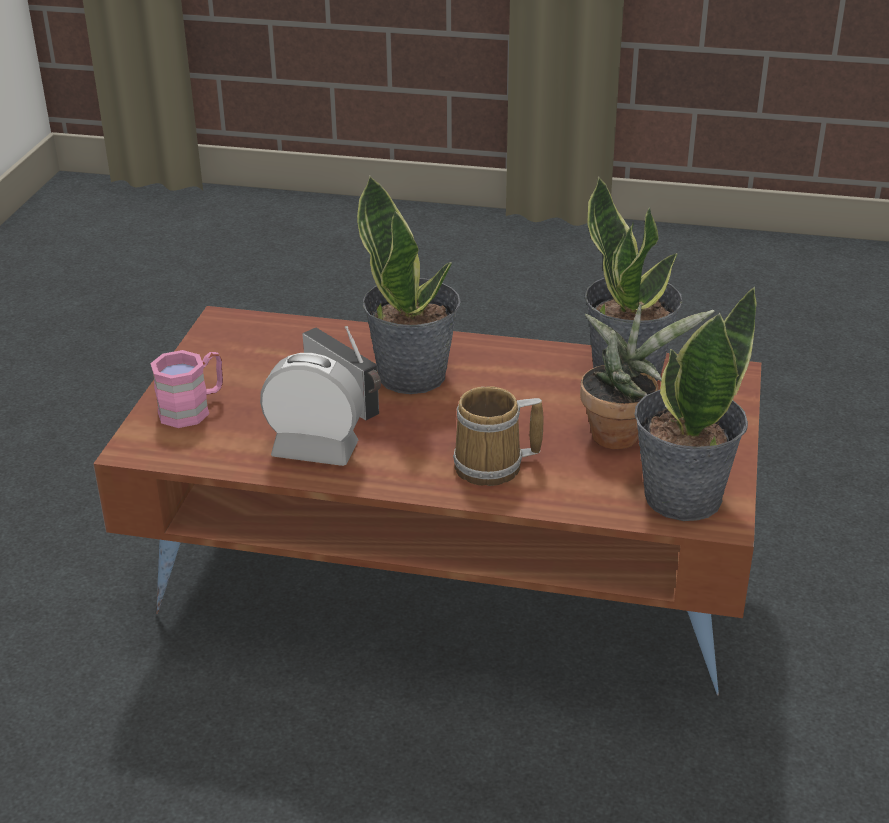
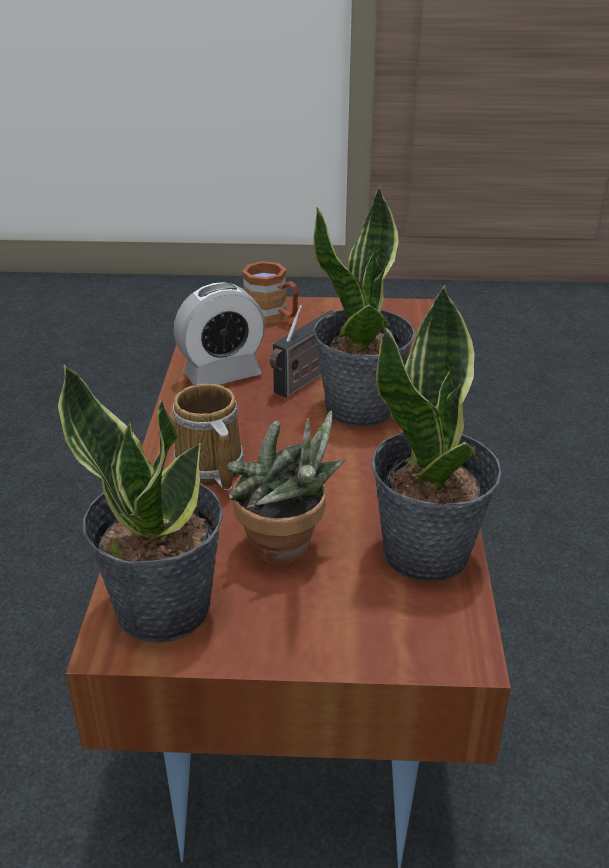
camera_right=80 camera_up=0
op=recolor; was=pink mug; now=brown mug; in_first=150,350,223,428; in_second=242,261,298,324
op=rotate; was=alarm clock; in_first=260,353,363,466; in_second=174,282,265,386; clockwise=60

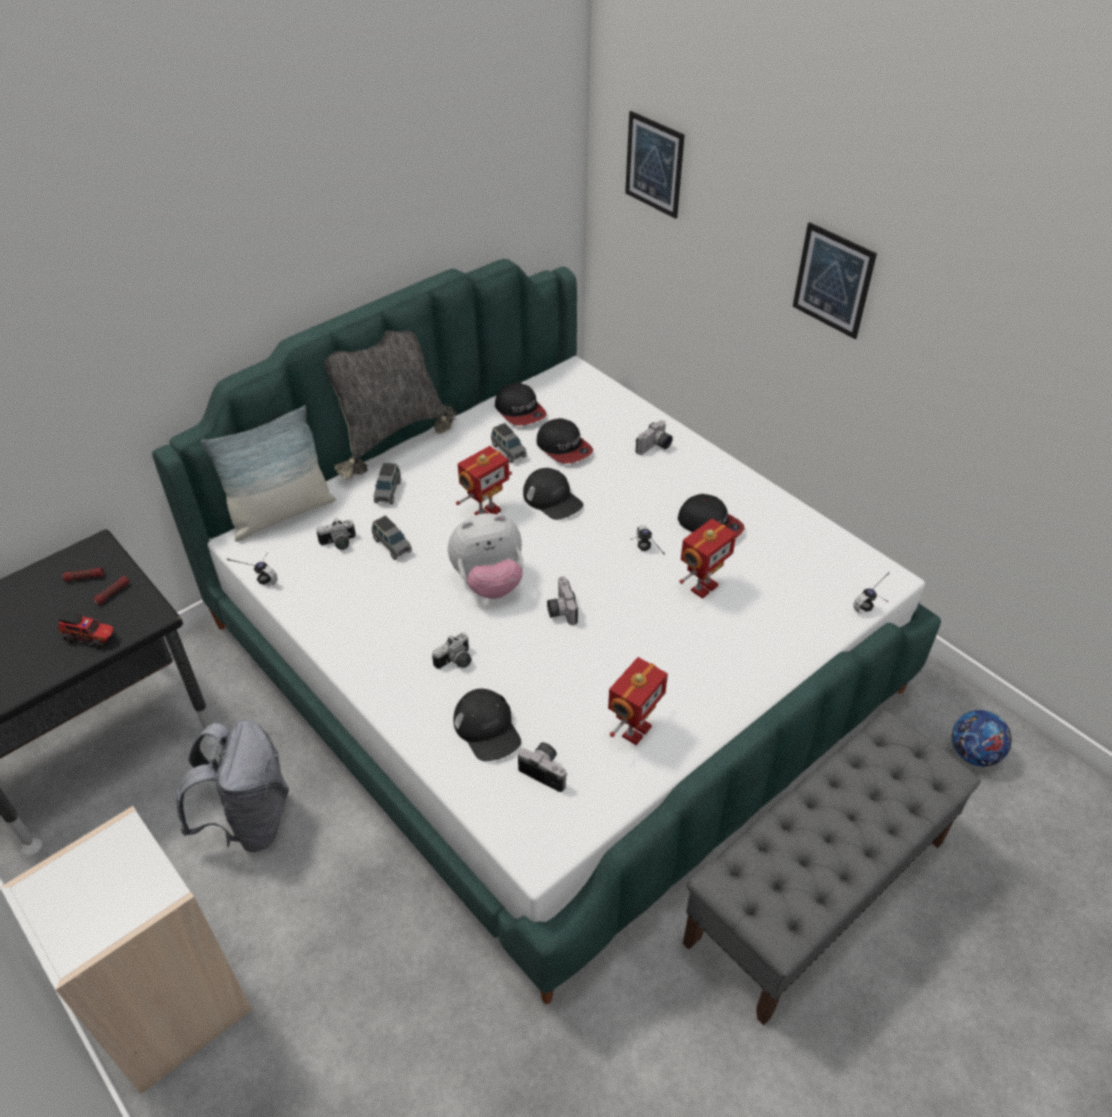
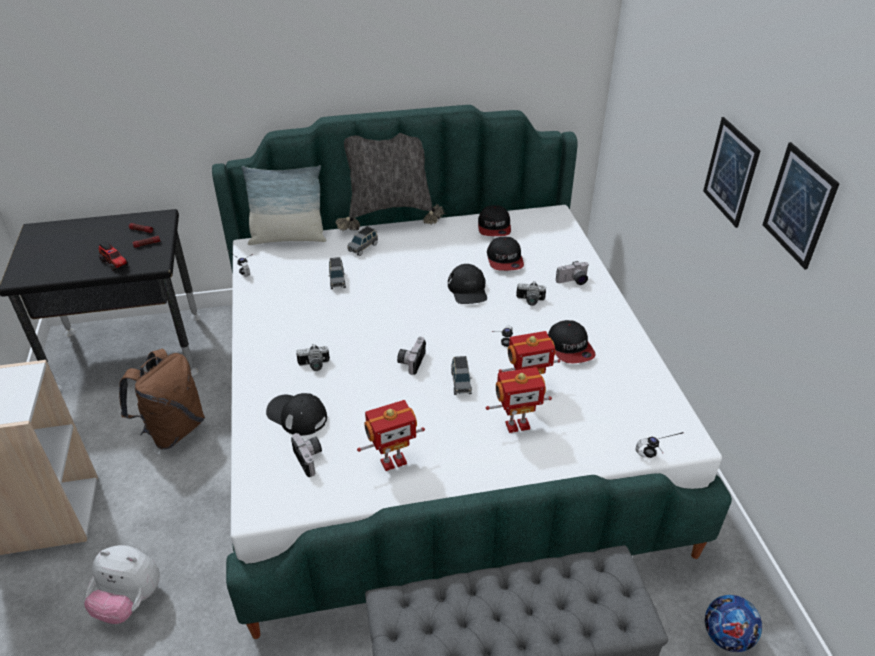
camera_right=30 camera_up=-5
op=move; was=picture; in_first=625,111,685,219; in_second=763,142,840,269
op=move; was=grey toy car; in_first=491,423,527,463; in_second=451,356,472,395
op=move; was=toy robot; in_first=456,446,512,515; in_second=486,367,552,433
op=move; was=plush toy; in_first=448,513,523,599; in_second=84,545,160,624
op=move; was=photo camera; in_first=317,518,356,550; in_second=516,281,546,306
op=rotate; was=black cap; in_first=453,689,521,761; in_second=266,393,327,436; clockwise=120
op=recolor; was=grey backpack; now=brown backpack; in_first=176,720,289,852; in_second=119,348,205,449

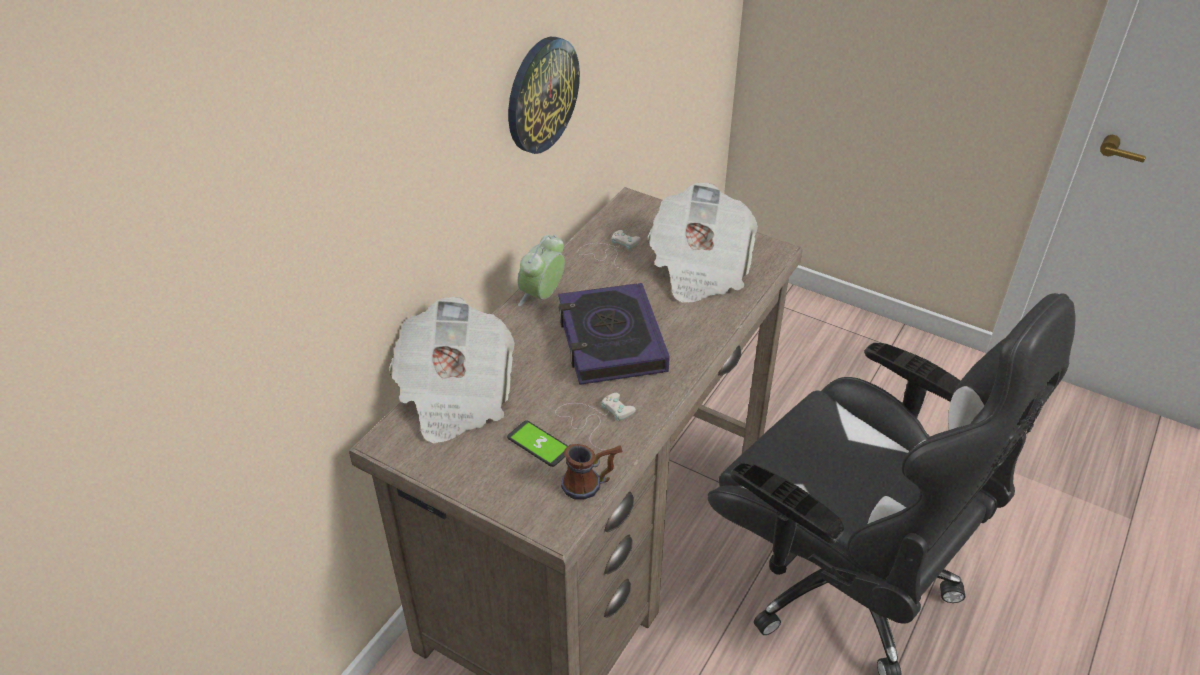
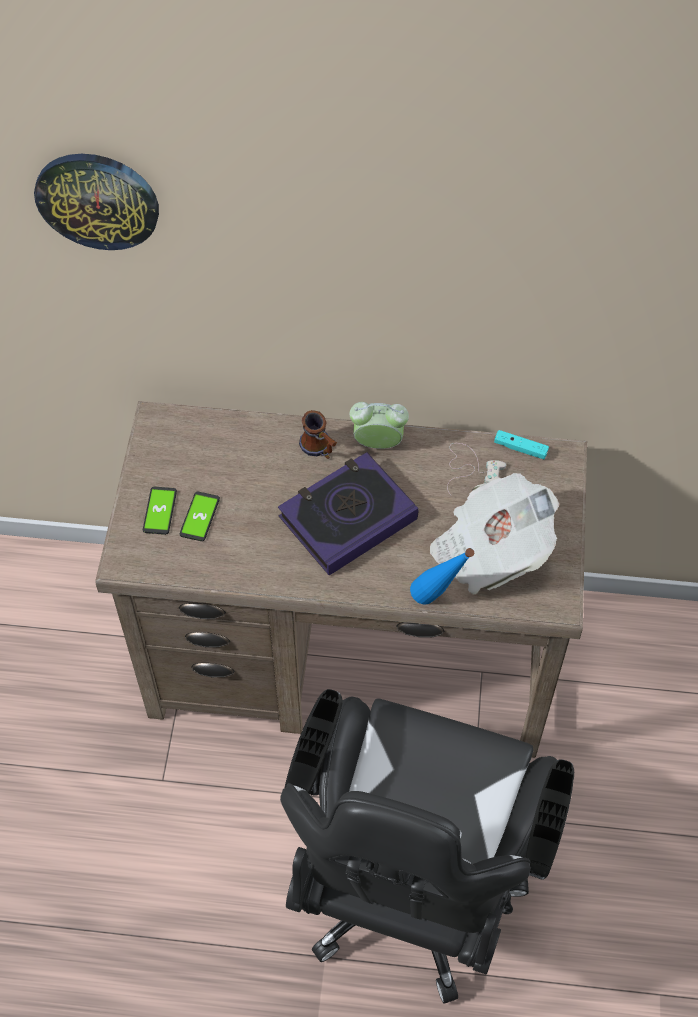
camera_right=65 camera_up=15
op=move; was=wall clock; in_first=508,37,580,154; in_second=34,154,159,250
op=delete; was=newspaper; in_first=389,297,515,443
op=delete; was=white game controller; in_first=555,393,636,450
op=move; was=mug; in_first=561,444,622,500; in_second=299,410,337,459
op=insert; now=turquoise game controller; in_second=494,430,549,459
op=insert; now=phone; in_second=143,487,177,535
op=insert; now=blue bottle; in_second=410,548,474,605

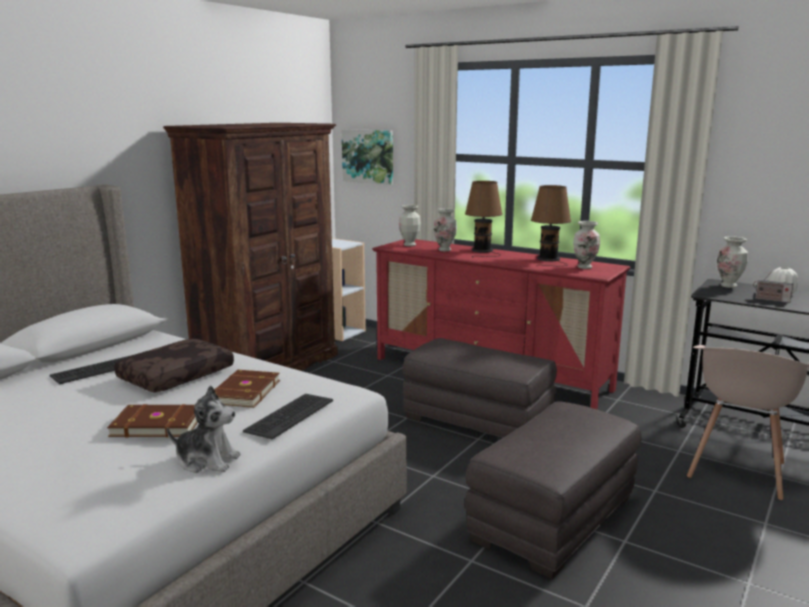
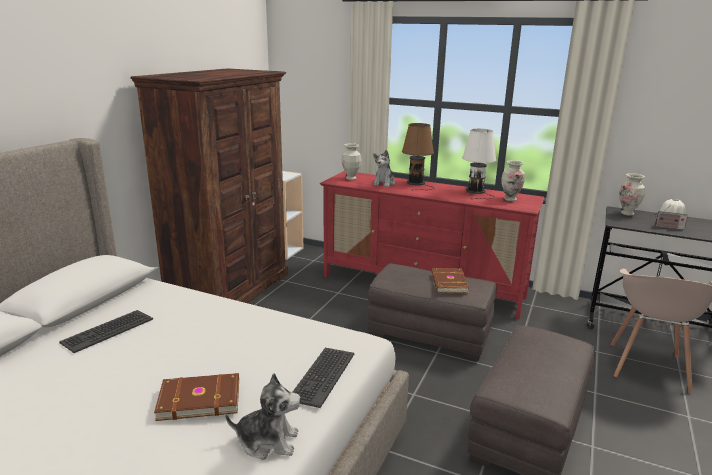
camera_right=-10 camera_up=5
op=delete; was=picture; in_first=342,129,393,185
op=recolor; was=brown table lamp; now=white table lamp; in_first=531,185,571,267; in_second=462,128,496,200
op=replace; was=vase; now=plush toy; in_first=433,208,457,251; in_second=373,150,395,187
op=delete; was=brown pillow; in_first=114,339,234,393
op=move; was=brown book; in_first=214,370,280,408; in_second=431,268,469,293

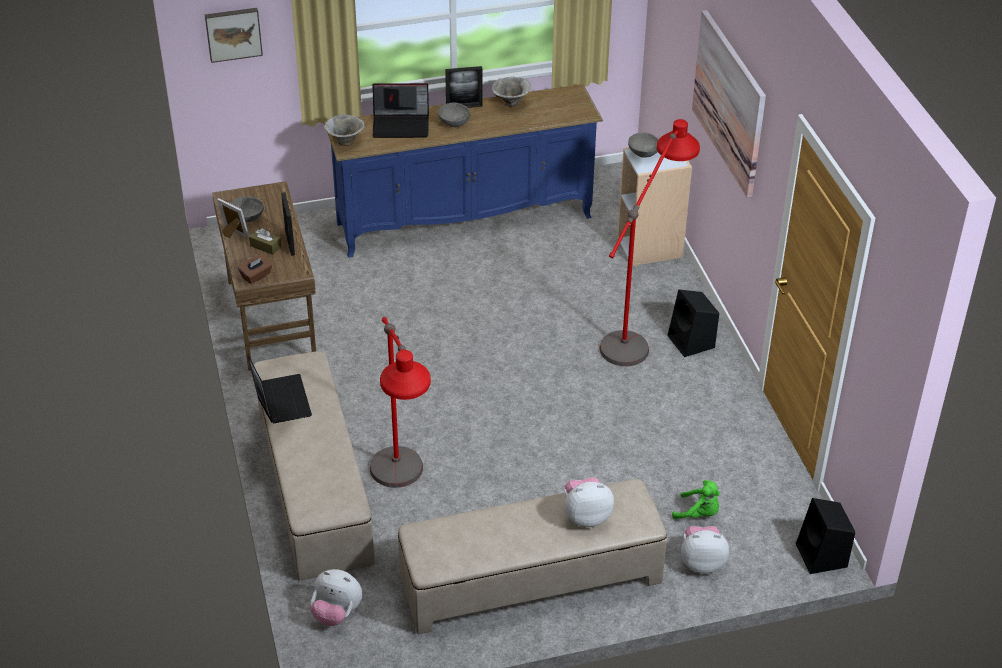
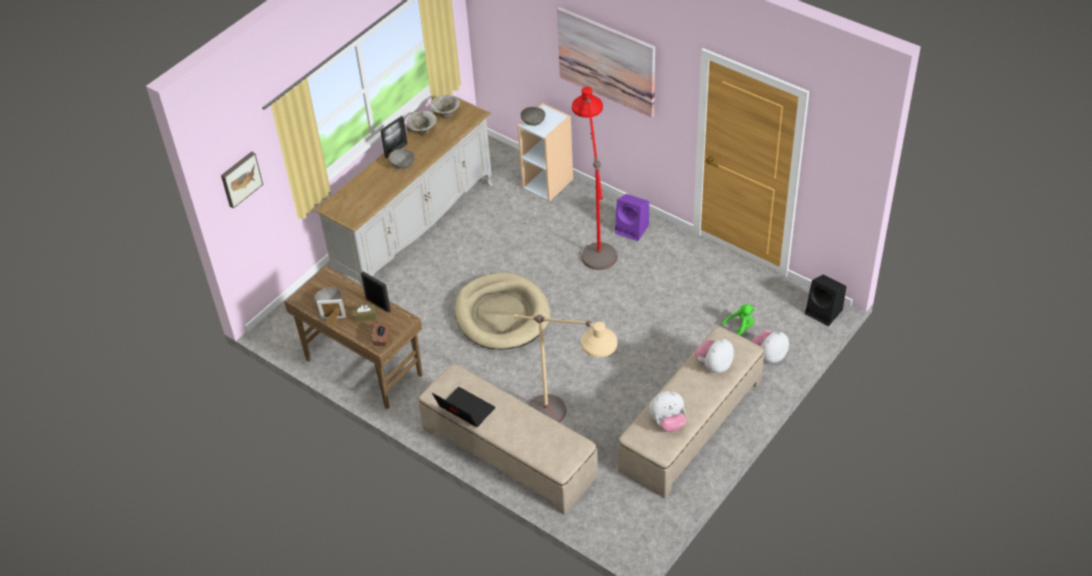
camera_right=-35 camera_up=5
op=delete; was=laptop; in_first=372,83,429,138
op=recolor; was=blue cabinet; now=grey cabinet; in_first=325,84,603,258; in_second=316,95,493,286
op=move; was=bowl; in_first=324,114,365,146; in_second=430,95,460,118
op=recolor; was=black speaker; now=purple speaker; in_first=668,290,719,357; in_second=615,194,649,241
op=recolor; was=red floor lamp; now=beige floor lamp; in_first=370,317,431,488; in_second=514,314,617,423
op=move; was=plush toy; in_first=310,569,362,626; in_second=649,391,686,432
op=insert; now=beige dog bed; in_second=455,273,550,350

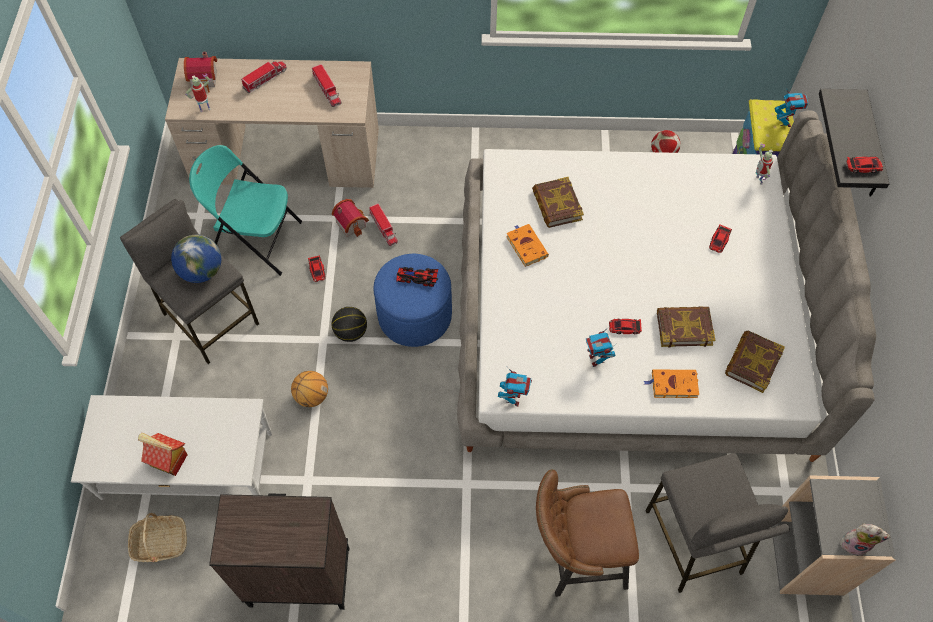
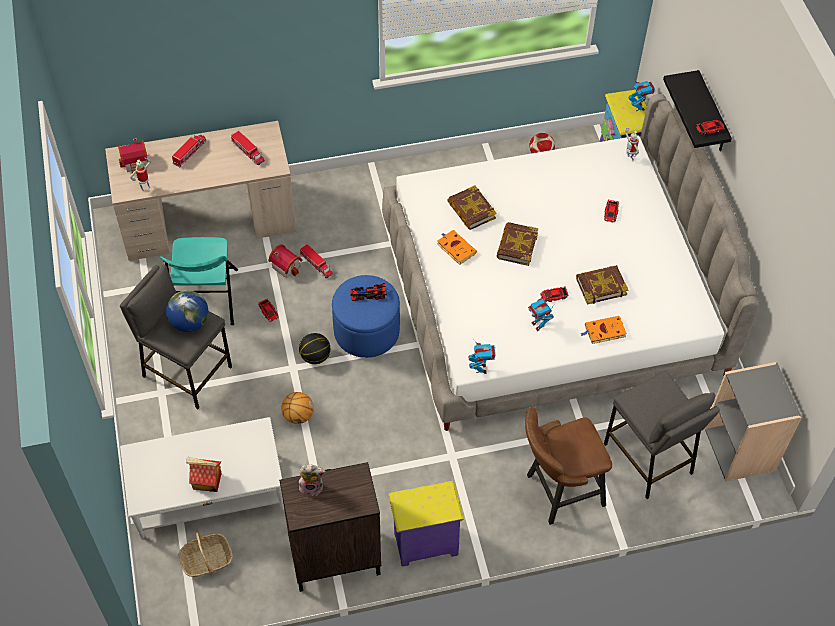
camera_right=-15 camera_up=-5
op=rotate; was=turquoise chair; in_first=189,145,302,276; in_second=160,237,238,325; clockwise=-90
op=move; was=book; in_first=725,330,785,393; in_second=497,222,538,266
op=move; was=plush toy; in_first=839,523,890,556; in_second=298,464,326,496
op=insert; now=nightstand; in_second=388,481,463,566

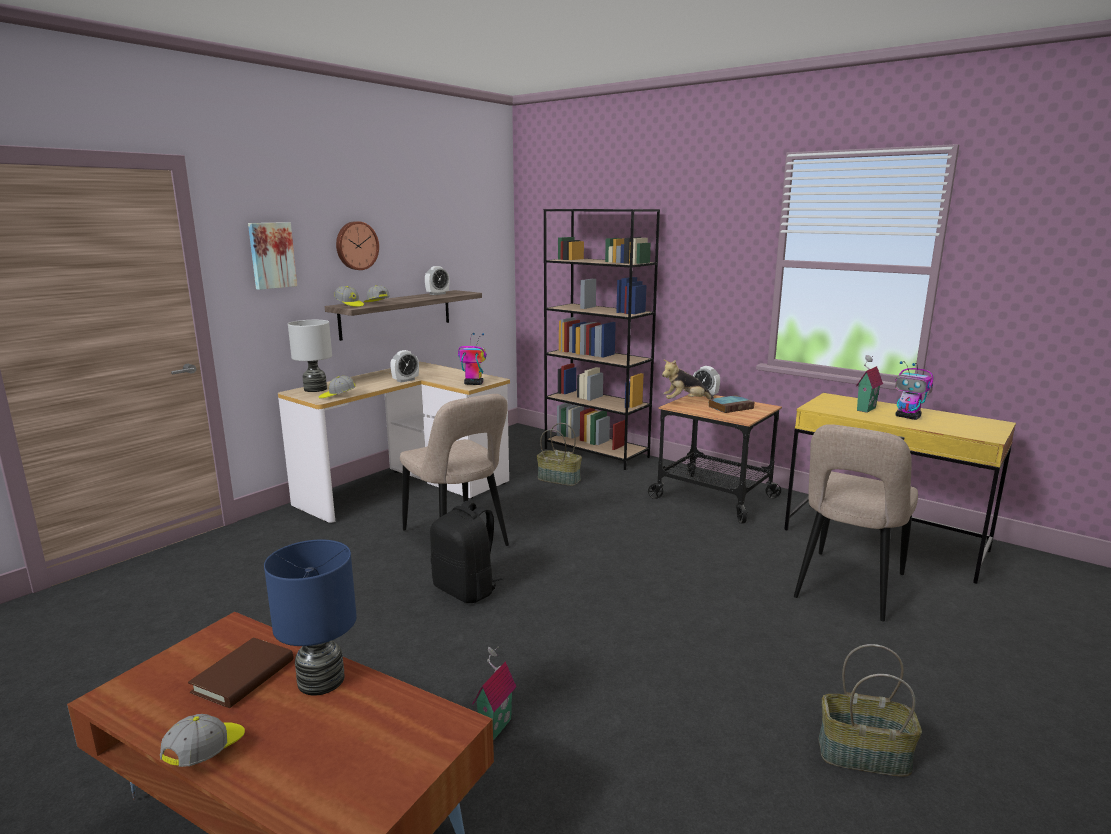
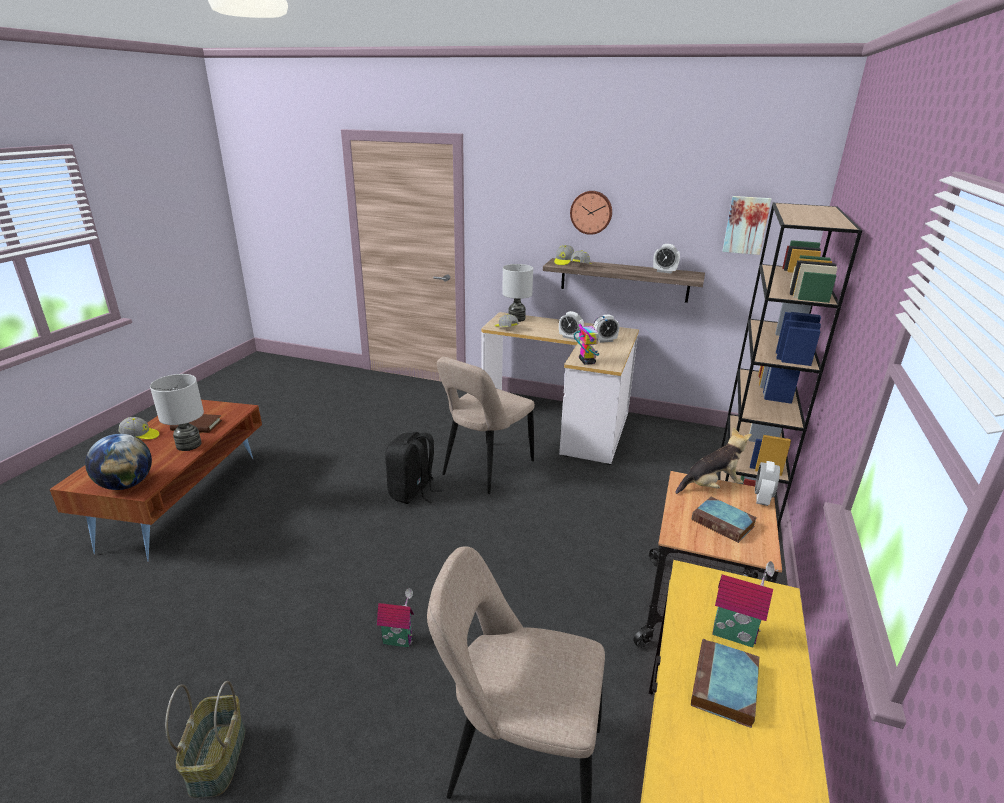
camera_right=70 camera_up=10
op=move; was=picture; in_first=248,222,297,290; in_second=722,196,771,255
op=rotate; was=plush toy; in_first=662,359,714,399; in_second=675,427,752,494; clockwise=105
op=replace; was=toy robot; now=book; in_first=895,361,933,420; in_second=691,639,759,728
op=delete; was=basket; in_first=537,423,582,486
op=recolor; was=blue table lamp; now=grey table lamp; in_first=264,540,357,696; in_second=150,374,204,451
op=move; was=toy house; in_first=473,647,516,741; in_second=377,588,414,647
op=insert; now=alarm clock; in_second=594,315,619,343
op=insert; now=globe; in_second=85,434,152,490

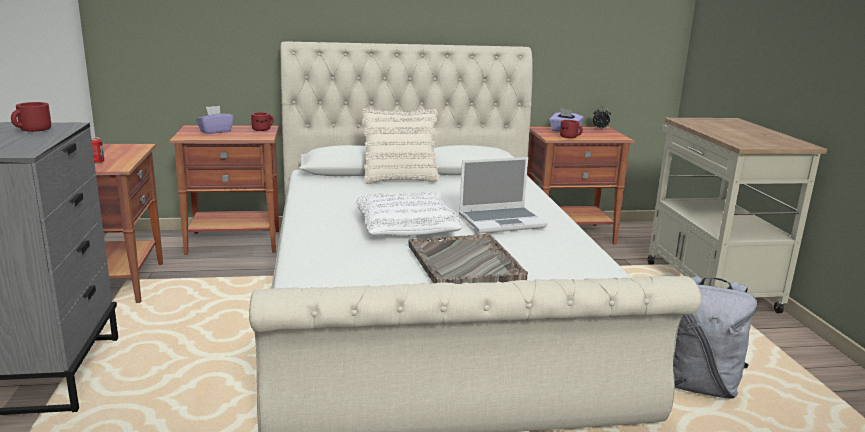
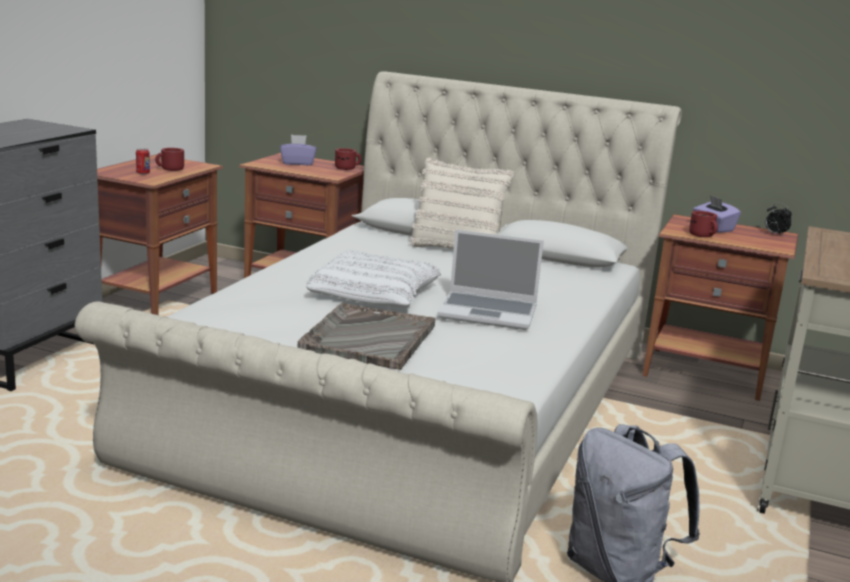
camera_right=30 camera_up=0
op=move; was=red mug; in_first=11,102,51,132; in_second=155,148,184,171

